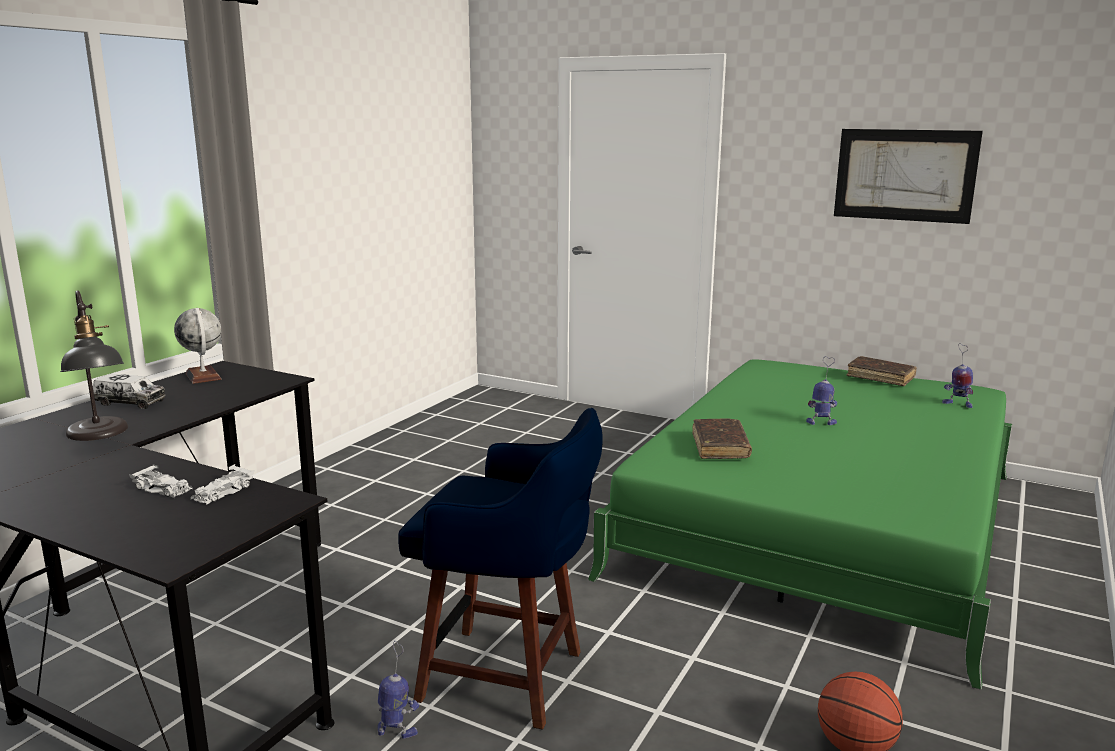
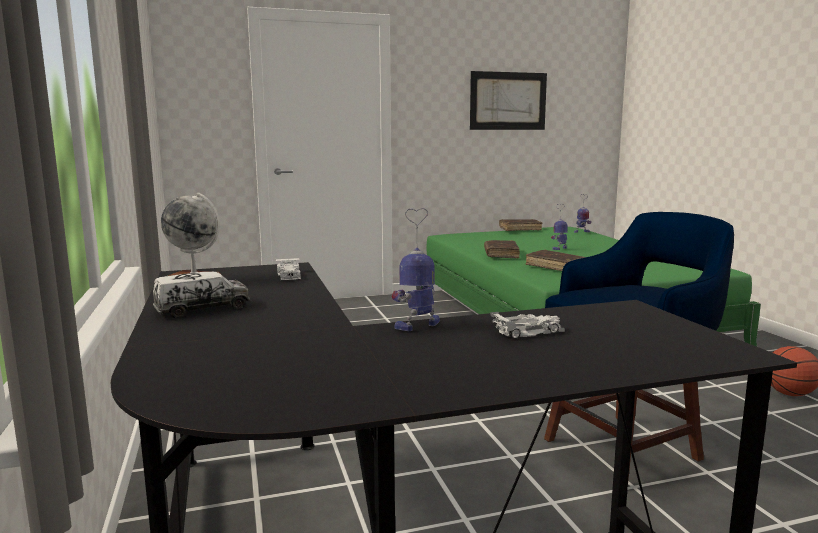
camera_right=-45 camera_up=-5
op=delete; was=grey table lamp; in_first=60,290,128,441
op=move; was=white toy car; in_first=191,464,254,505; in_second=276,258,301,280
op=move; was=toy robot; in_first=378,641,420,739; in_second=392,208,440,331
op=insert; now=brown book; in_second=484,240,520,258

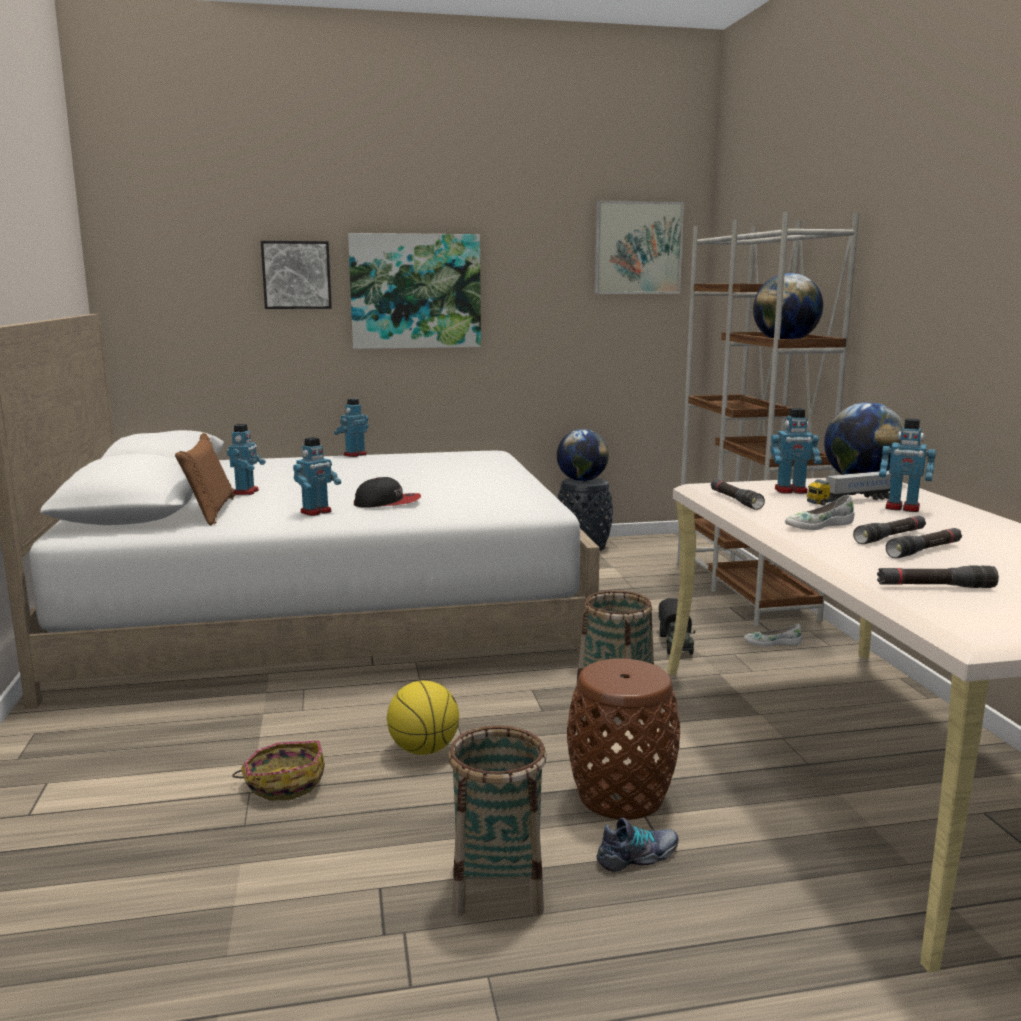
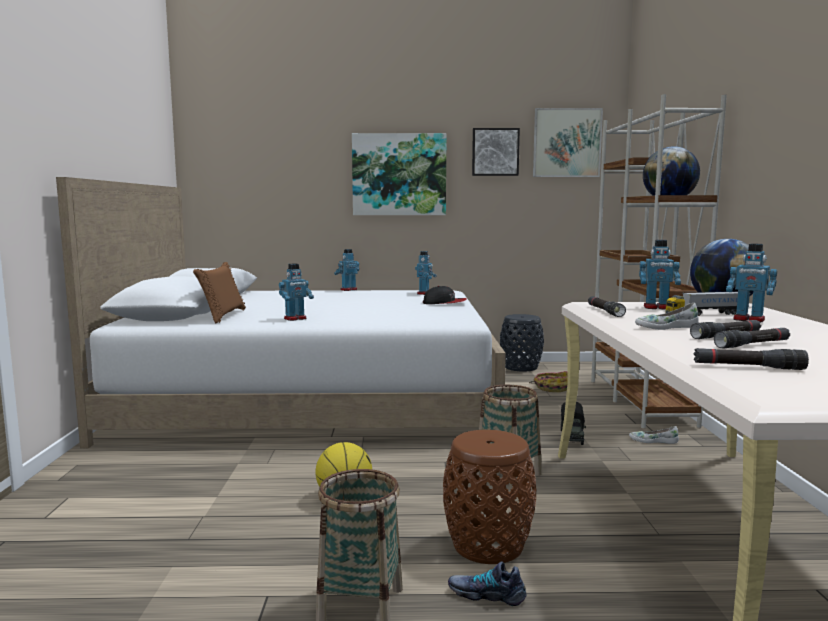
camera_right=10 camera_up=-5
op=move; was=picture; in_first=261,241,332,309; in_second=472,128,520,176
op=move; was=toy robot; in_first=227,424,266,495; in_second=415,251,437,295
op=delete; was=globe; in_first=557,429,609,481
op=move; was=cap; in_first=354,477,421,508; in_second=423,286,467,304
op=move; was=basket; in_first=232,741,325,801; in_second=529,371,567,392
op=rotate; was=shoe; in_first=596,818,679,872; in_second=448,561,526,606; clockwise=-150

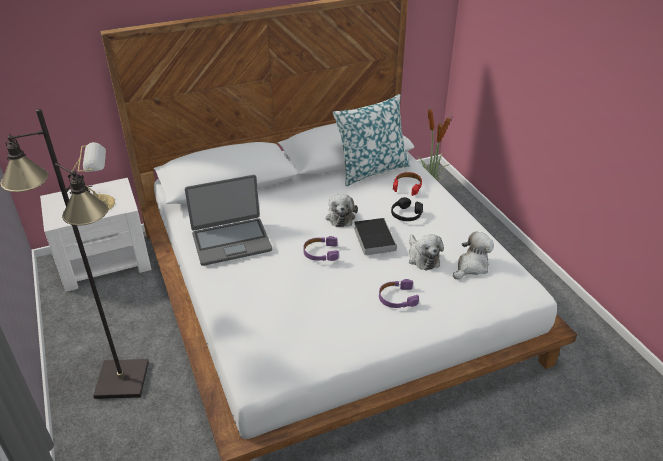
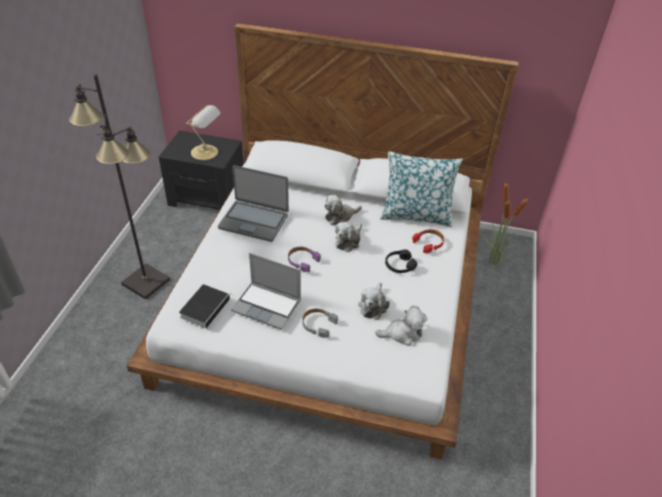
camera_right=35 camera_up=5
op=recolor; was=white nightstand; now=black nightstand; in_first=40,178,151,292; in_second=159,130,244,210
op=move; was=book; in_first=354,218,397,255; in_second=179,284,231,328
op=recolor; was=purple headphones; now=grey headphones; in_first=379,279,419,308; in_second=302,308,338,338
op=insert; now=plush toy; in_second=324,195,362,225
op=insert; now=laptop; in_second=231,253,301,330

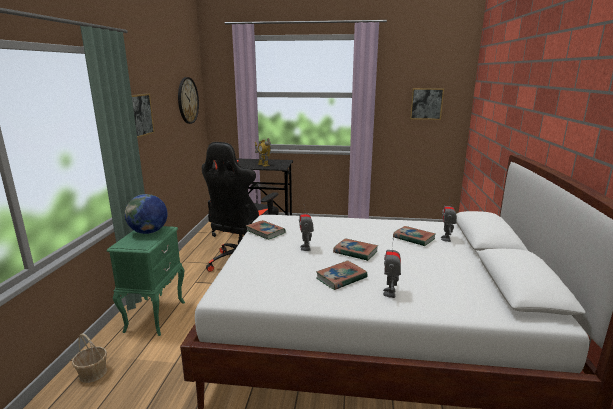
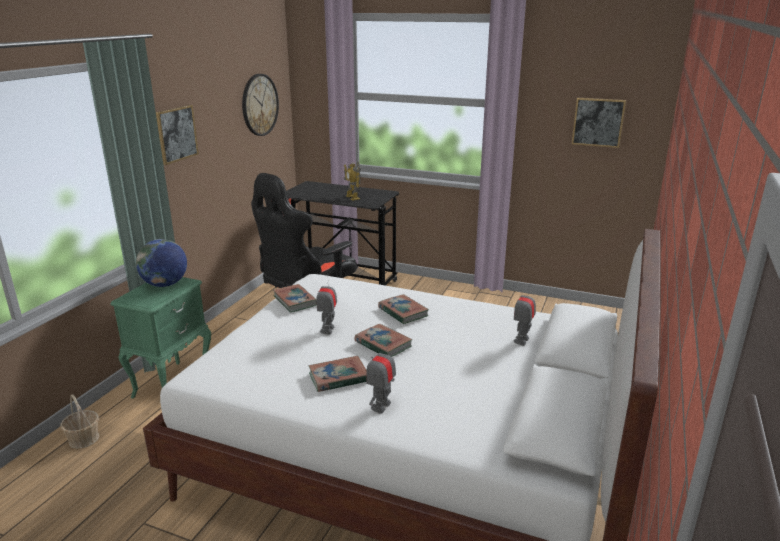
camera_right=15 camera_up=5
op=move; was=book; in_first=393,226,436,246; in_second=378,294,429,324

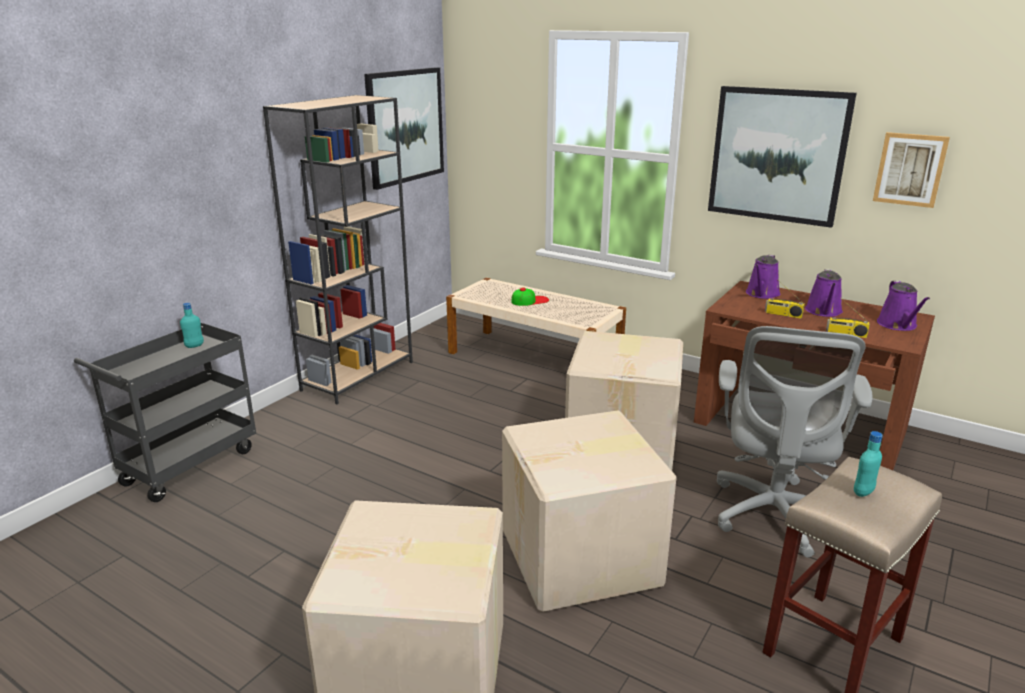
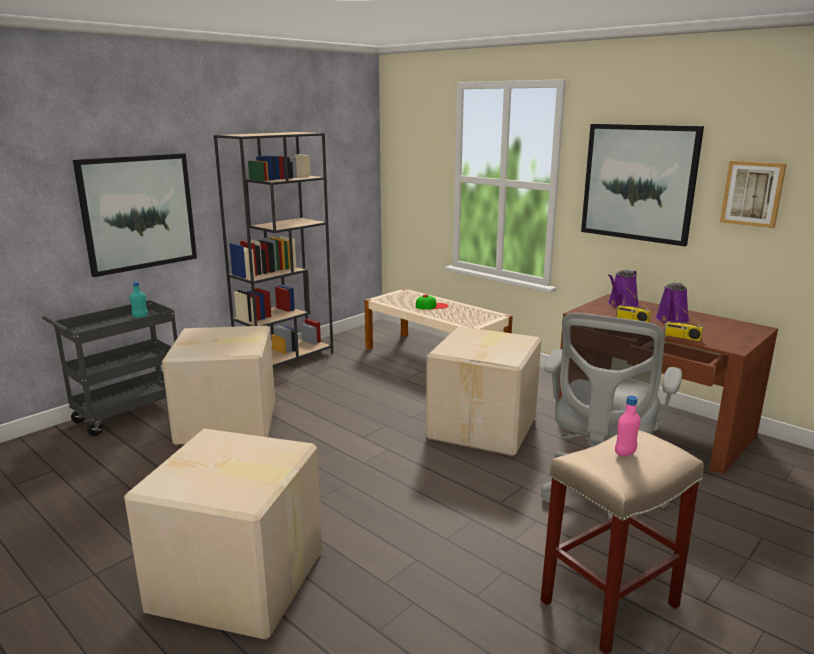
camera_right=10 camera_up=-5
op=move; was=picture; in_first=364,67,444,190; in_second=73,153,197,277
op=delete; was=purple watering can; in_first=877,280,930,331
op=move; was=cardboard box; in_first=502,410,677,612; in_second=162,326,275,445
op=recolor; was=turquoise bottle; now=pink bottle; in_first=854,431,883,497; in_second=615,396,640,457

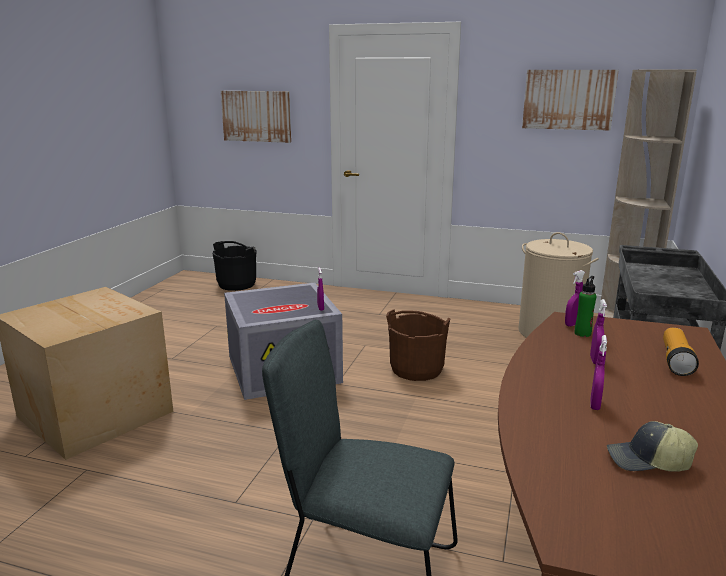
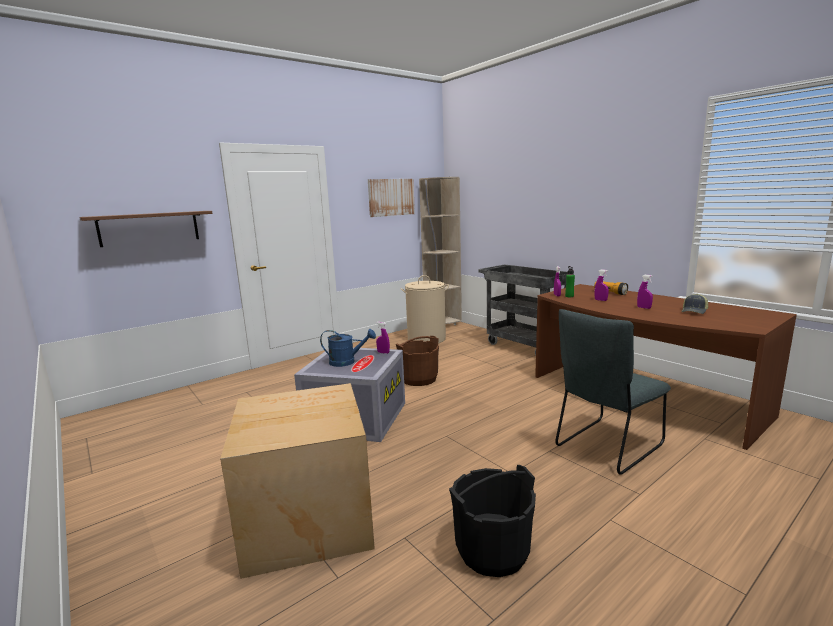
camera_right=-55 camera_up=-5
op=replace; was=picture; now=brown shelf; in_first=221,91,291,143; in_second=79,211,212,247
op=move; was=black bucket; in_first=212,241,256,291; in_second=449,465,536,577
op=insert; now=blue watering can; in_second=320,329,376,367

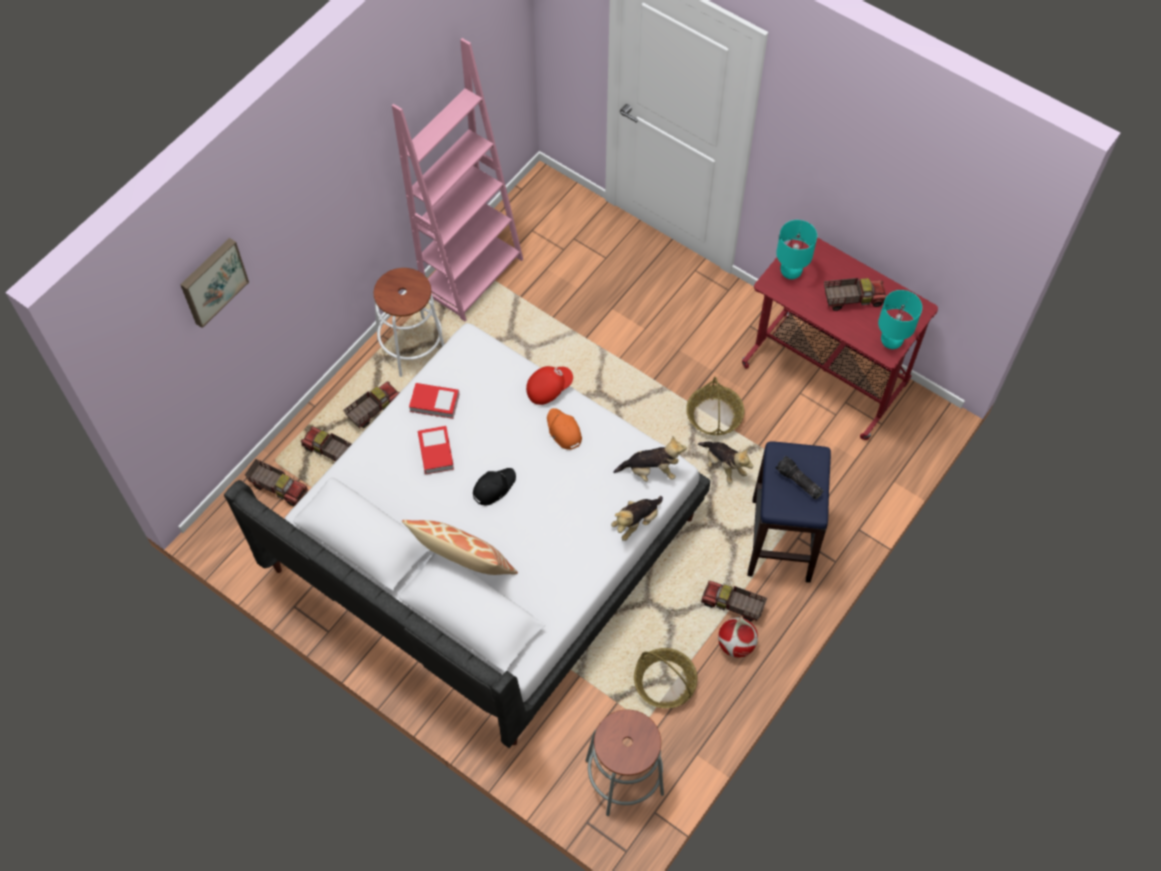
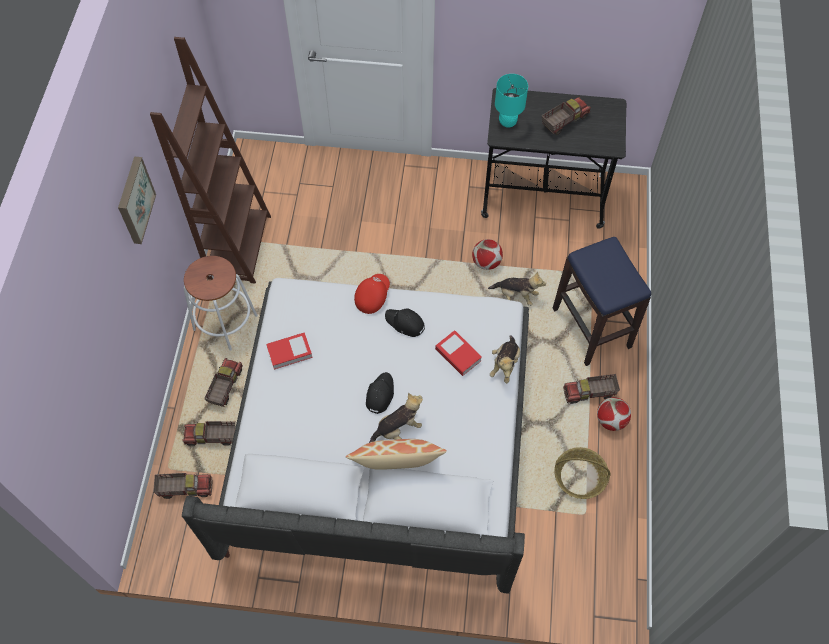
camera_right=-30 camera_up=0
op=recolor; was=pink bookcase; now=brown bookcase; in_first=392,38,523,321; in_second=150,37,271,284
op=recolor; was=red desk; now=black desk; in_first=742,237,938,440; in_second=481,88,627,229
op=move; was=picture; in_first=180,238,249,328; in_second=118,156,156,244
op=delete; was=turquoise table lamp; in_first=878,290,922,349
op=replace; was=basket; now=football; in_first=686,377,744,436; in_second=472,239,503,270
op=recolor; was=orange cap; now=black cap; in_first=547,408,582,450; in_second=385,308,425,337
op=move; was=book; in_first=418,426,454,474; in_second=435,330,482,376
op=move; was=plush toy; in_first=613,436,687,482; in_second=369,393,423,443
op=delete; was=flashlight; in_first=776,456,823,499
op=delete; was=grey stool; in_first=585,710,664,816

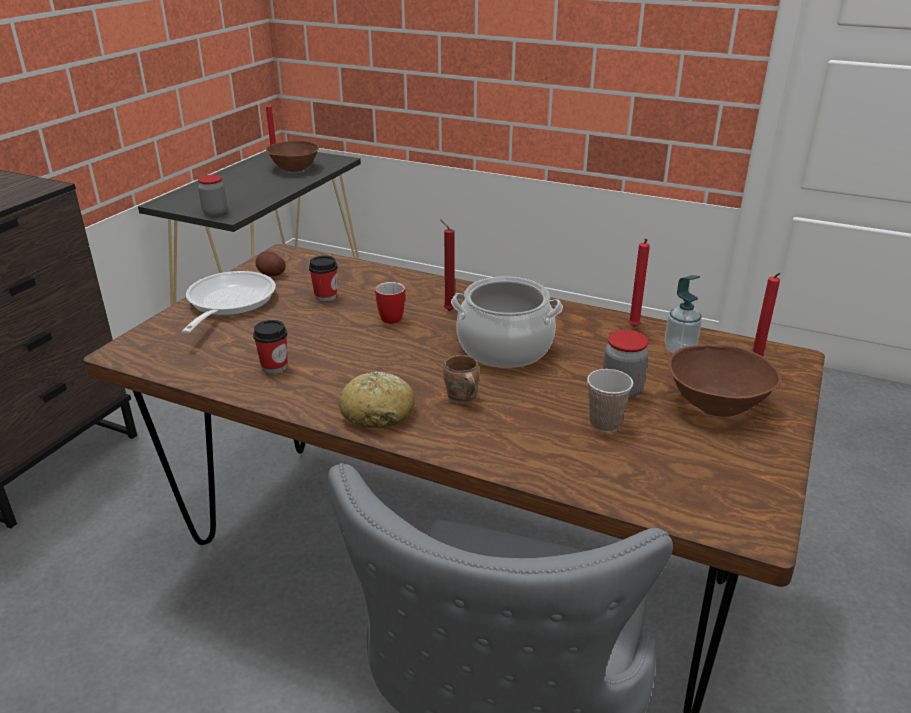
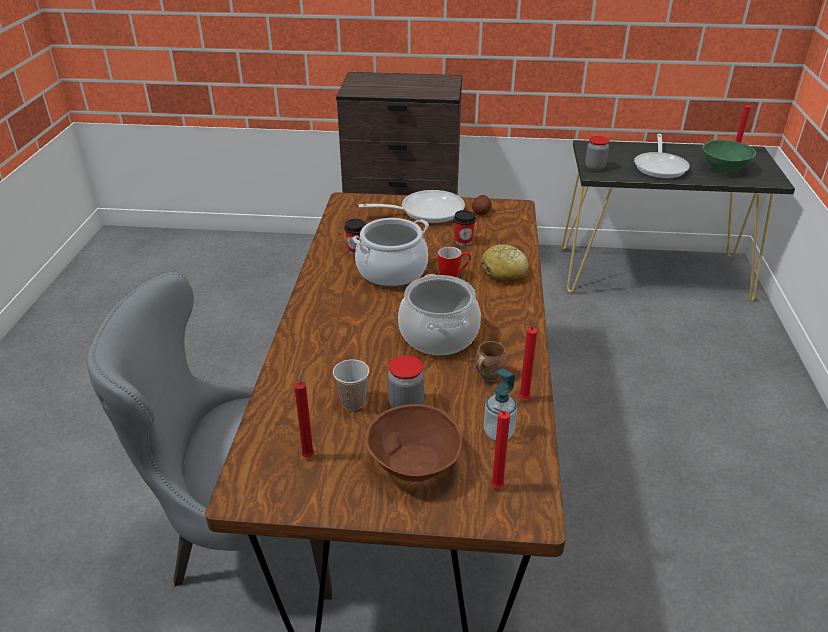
camera_right=70 camera_up=5
op=recolor; was=brown bowl; now=green bowl; in_first=266,141,319,172; in_second=702,140,756,173
op=move; was=red candle; in_first=440,219,455,311; in_second=294,369,315,457
op=move; was=brown mug; in_first=443,355,480,404; in_second=476,341,506,382
op=move; was=bread; in_first=339,371,415,429; in_second=480,245,529,282
op=insert; now=frying pan; in_second=634,134,690,179
op=insert; now=cooking pot; in_second=353,218,429,287

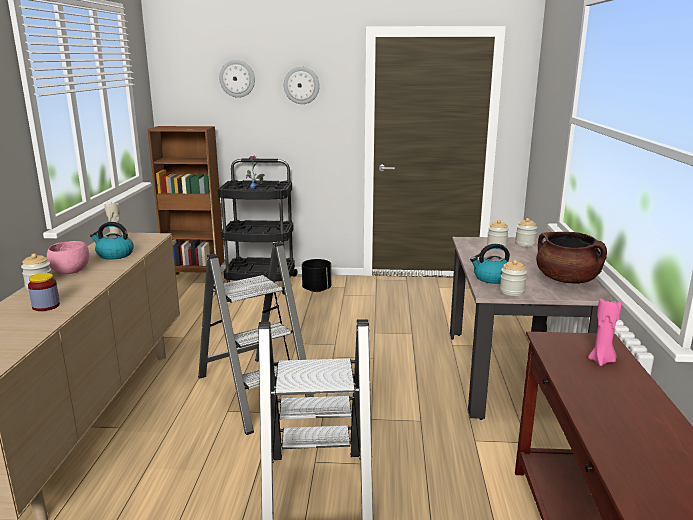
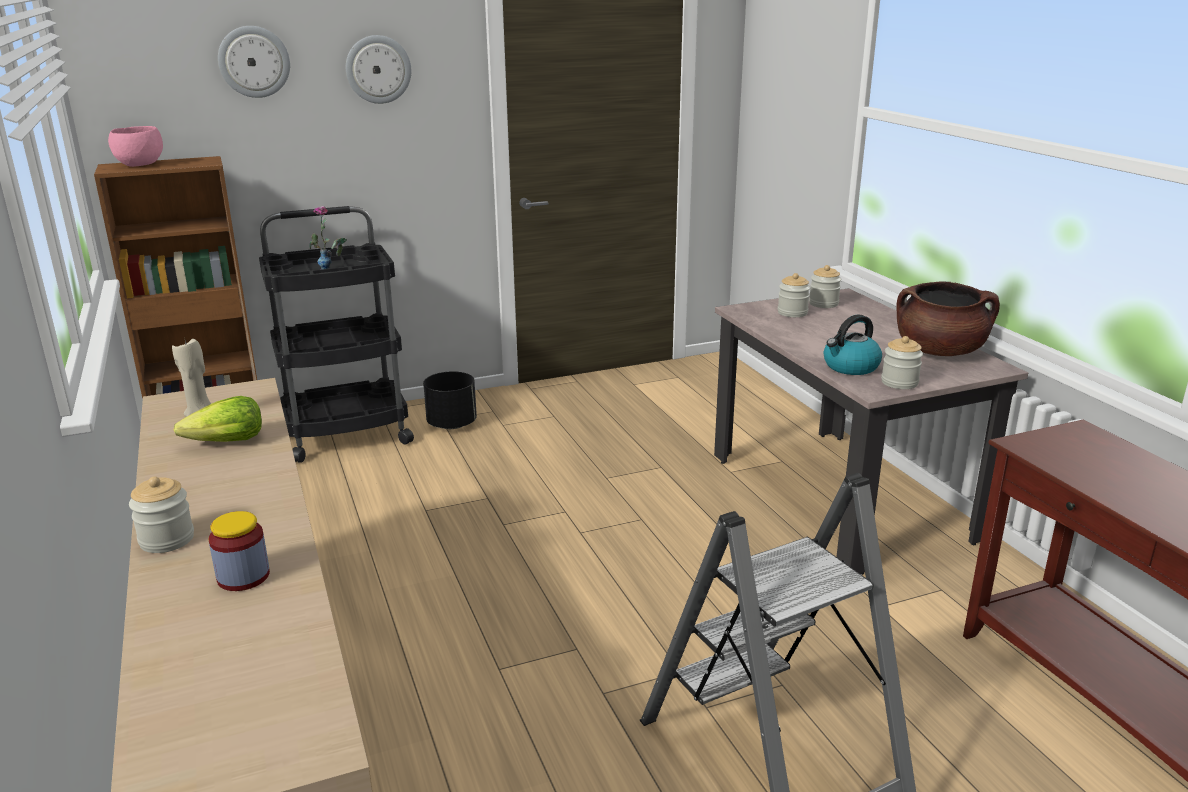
camera_right=-25 camera_up=5
op=replace; was=kettle; now=lettuce; in_first=90,222,134,260; in_second=174,396,262,442
op=move; was=pink bowl; in_first=47,241,90,274; in_second=108,126,163,167
op=delete; was=grey step ladder; in_first=198,242,314,435
op=delete; was=pink candle; in_first=588,298,621,366

